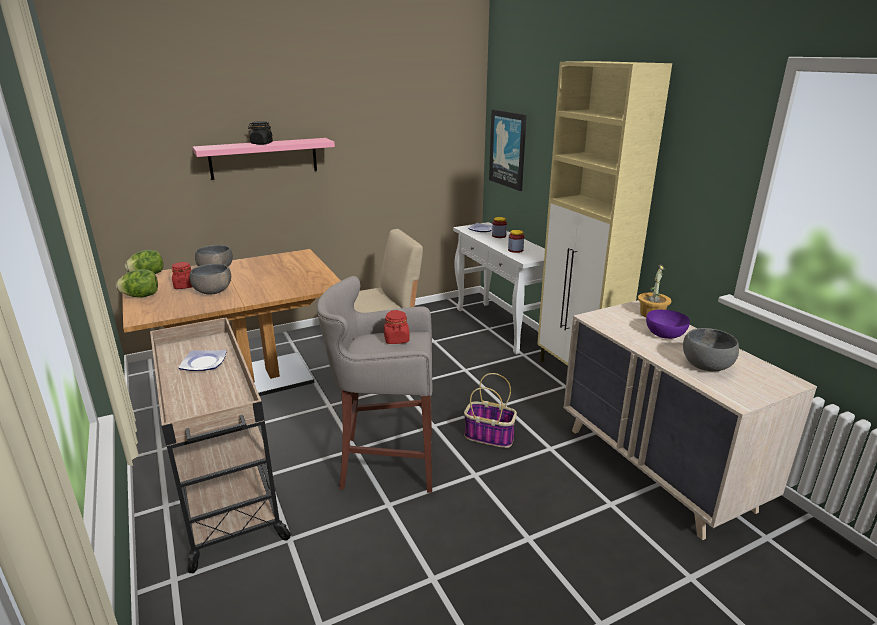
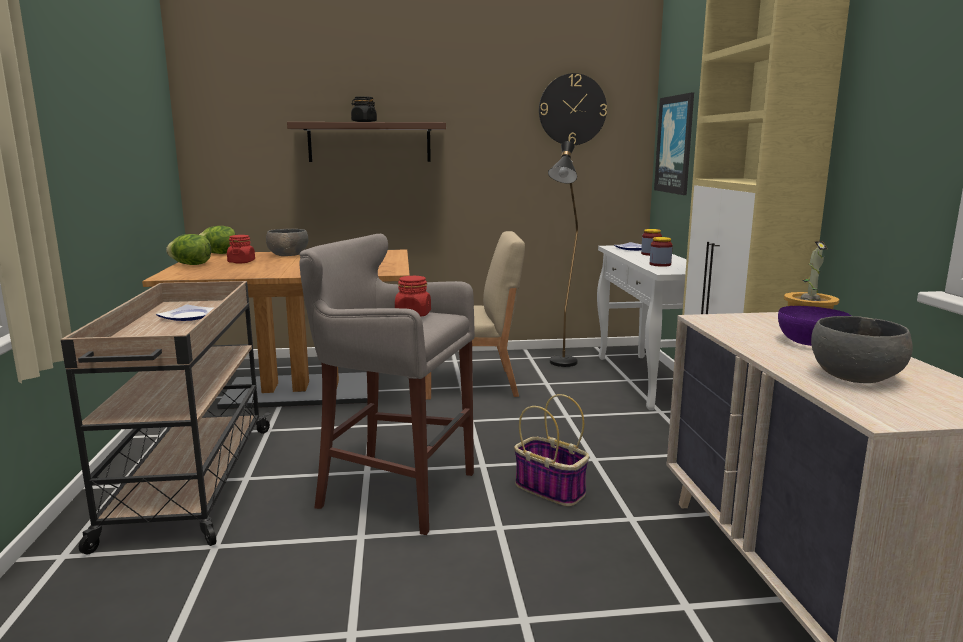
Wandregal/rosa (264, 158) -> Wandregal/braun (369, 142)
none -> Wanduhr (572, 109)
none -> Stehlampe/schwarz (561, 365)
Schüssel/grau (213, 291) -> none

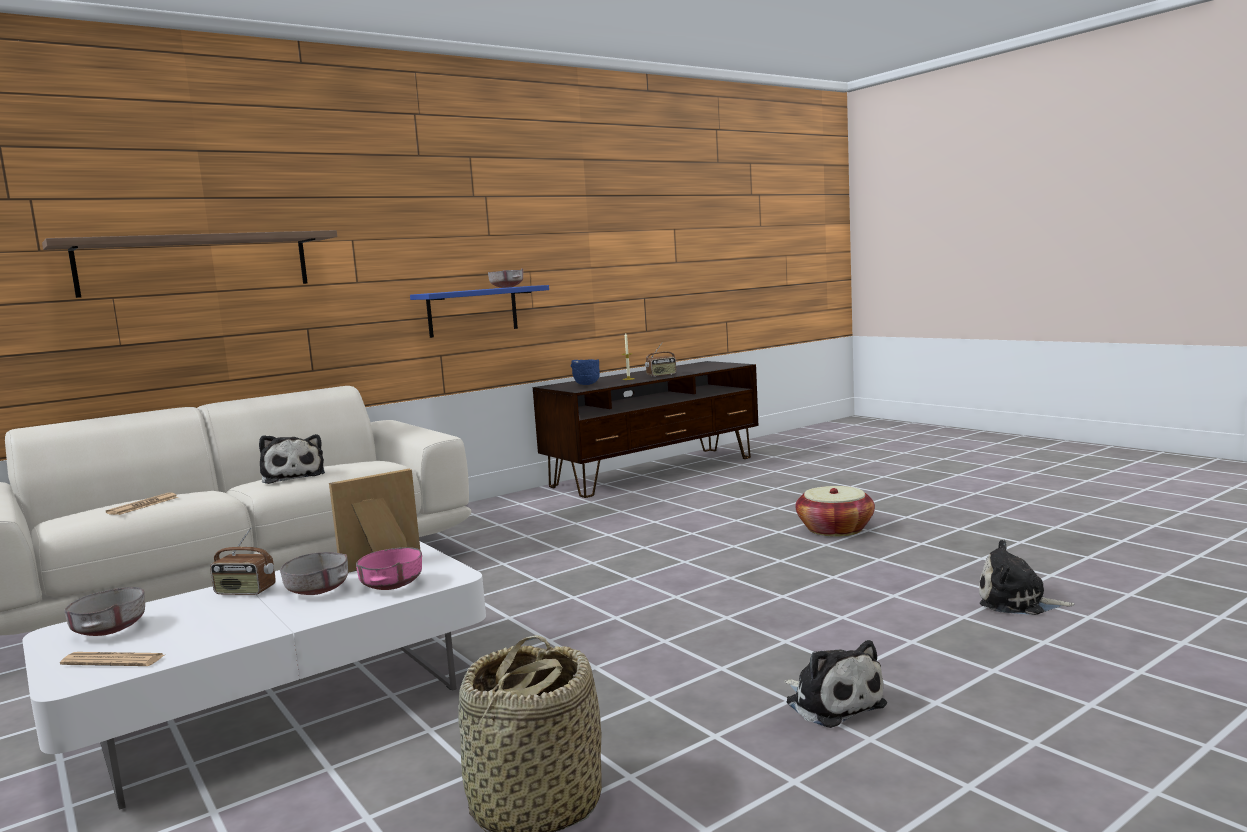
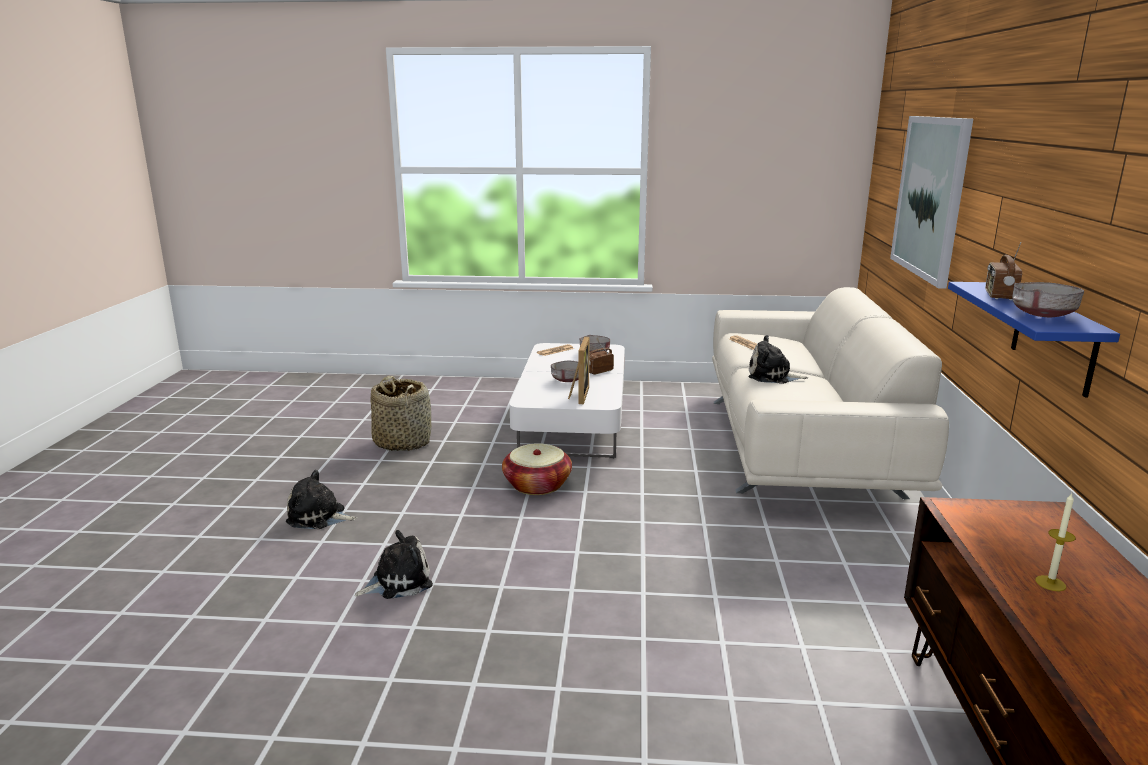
Plüschtier (1017, 602) -> Plüschtier (398, 581), move
Korb (835, 529) -> Korb (537, 485), move
Wandregal (195, 264) -> Bild (930, 197)
Radio (661, 375) -> Radio (999, 296), move
Schüssel/rosa (392, 585) -> none
Schüssel/blau (586, 385) -> none

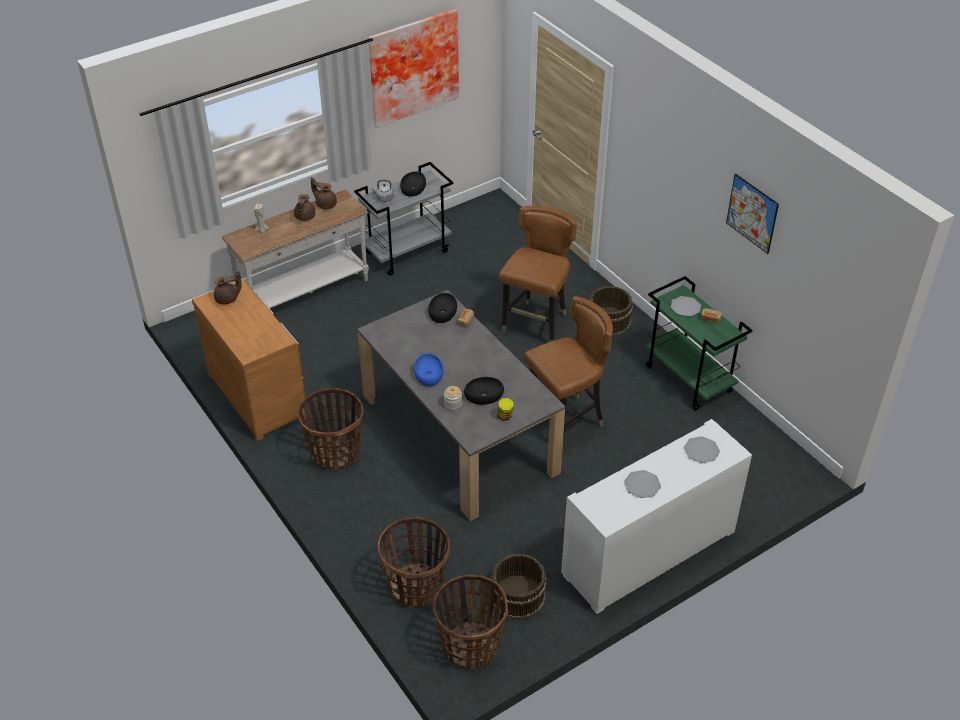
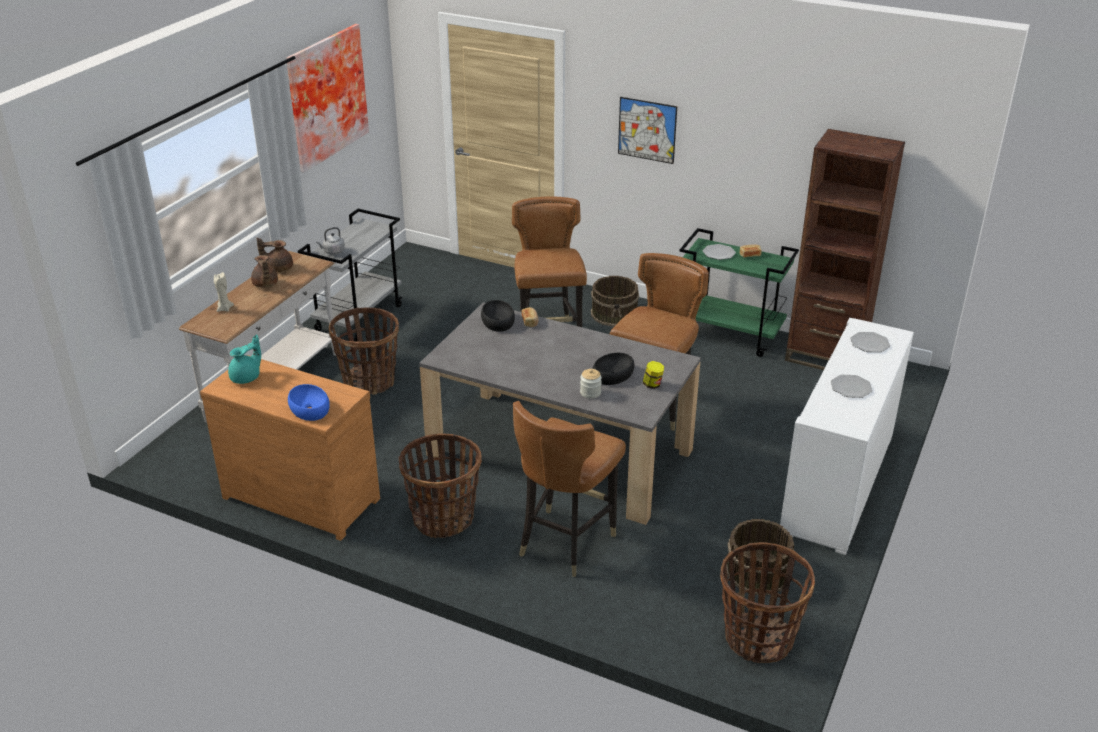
Teekanne/braun (228, 299) -> Teekanne/türkis (247, 377)
Schüssel/blau (428, 374) -> Schüssel/blau (308, 408), move
Korb (416, 587) -> Korb (369, 381), move
none -> Stuhl/braun (565, 542)
Bild (752, 213) -> Bild (647, 130), move
none -> Bücherregal/braun (825, 357)
Schüssel/schwarz (413, 188) -> none

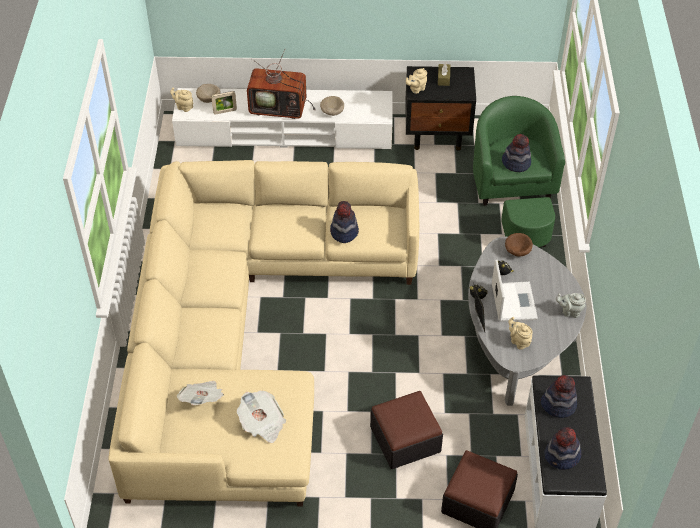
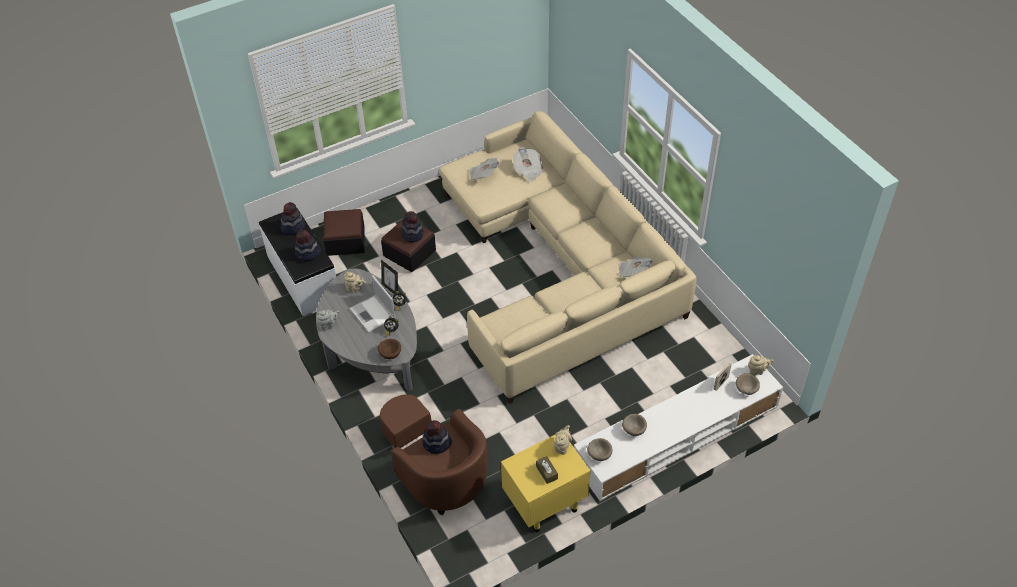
Sessel/grün (514, 196) -> Sessel/braun (437, 471)
Hut (344, 232) -> Hut (412, 234), move
Nachttisch/schwarz (438, 135) -> Nachttisch/gelb (544, 504)
none -> Schüssel/beige (599, 454)
none -> Zeitung (633, 272)
Fernseher (280, 108) -> none

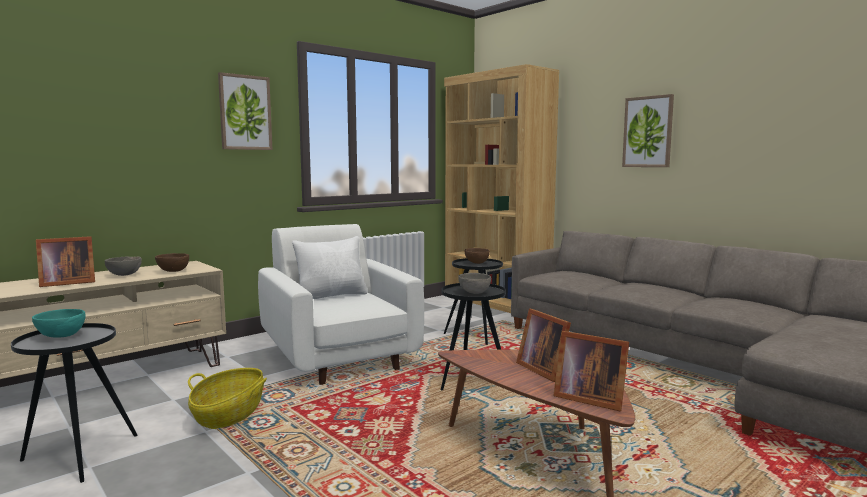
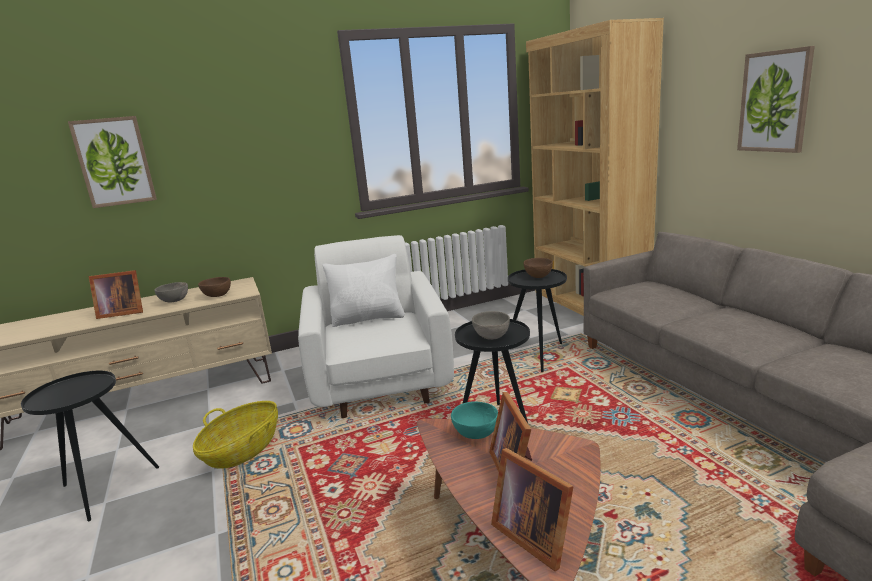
Bild (245, 112) -> Bild (114, 162), move
Schüssel/türkis (61, 336) -> Schüssel/türkis (476, 435), move

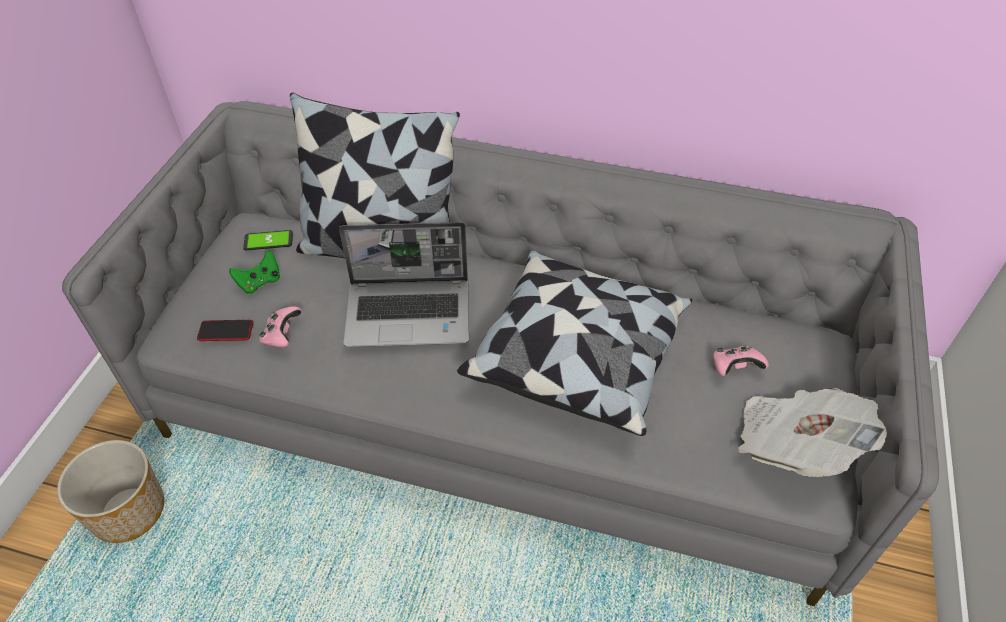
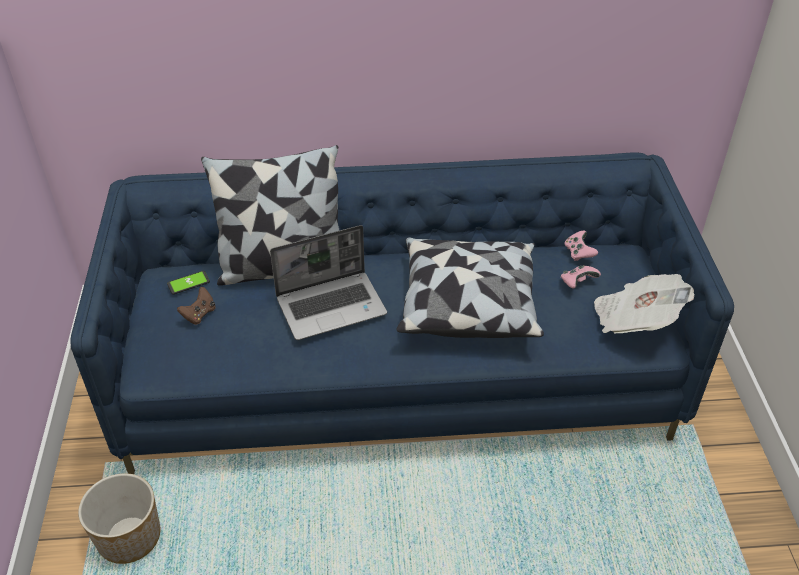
Sofa/grau (503, 409) -> Sofa/blau (399, 375)
Gamepad/grün (259, 282) -> Gamepad/braun (199, 314)
Gamepad/rosa (282, 335) -> Gamepad/rosa (578, 253), move
Handy (225, 331) -> none

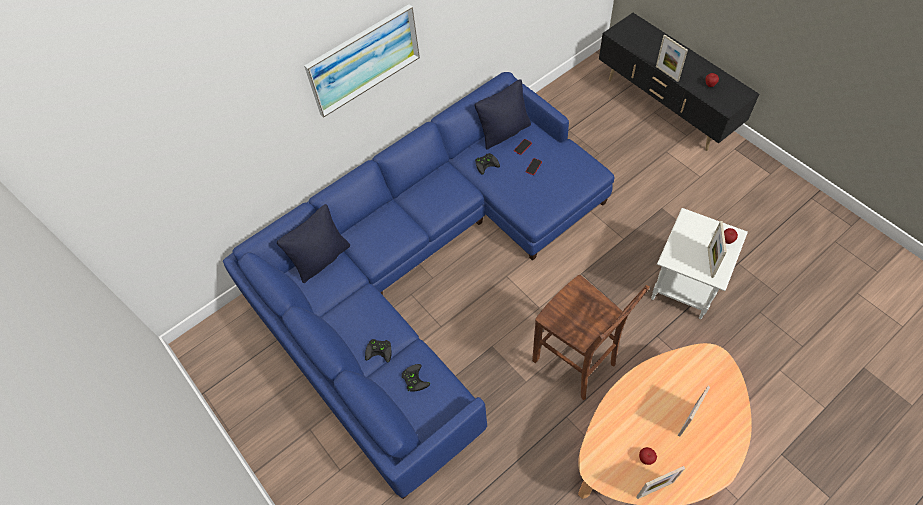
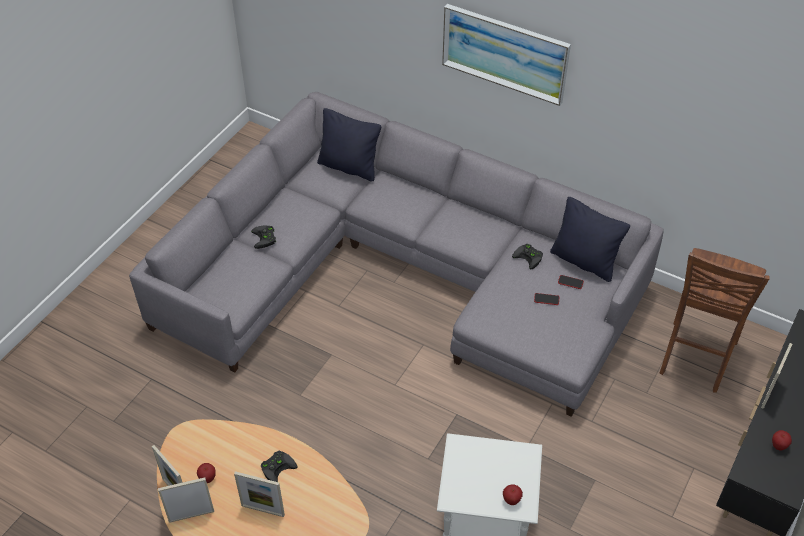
Sofa/blau (426, 269) -> Sofa/grau (402, 273)
Bilderrahmen (710, 262) -> Bilderrahmen (191, 516), move
Gamepad/schwarz (413, 379) -> Gamepad/schwarz (278, 467), move
Hocker/braun (576, 363) -> Hocker/braun (695, 358), move

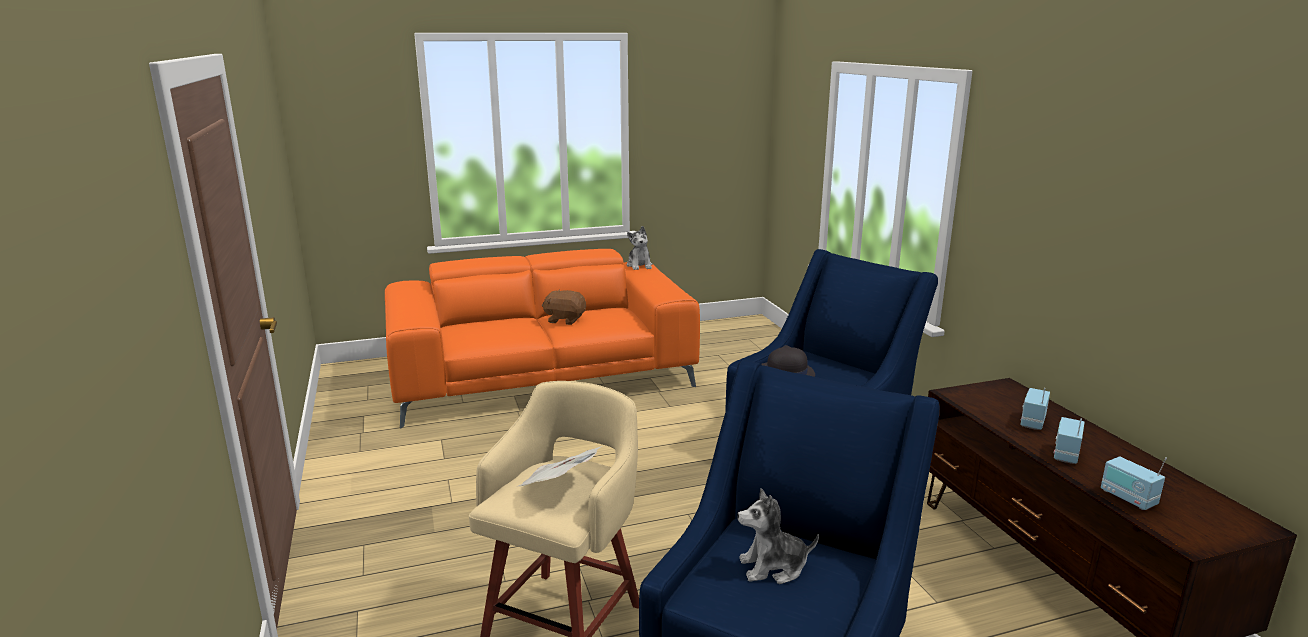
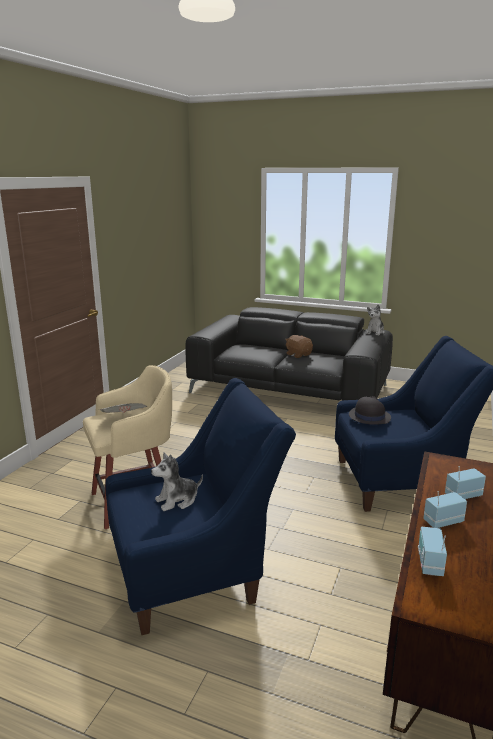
Plüschtier (773, 567) -> Plüschtier (177, 500), 60 degrees counterclockwise
Sofa/orange (542, 376) -> Sofa/schwarz (289, 389)

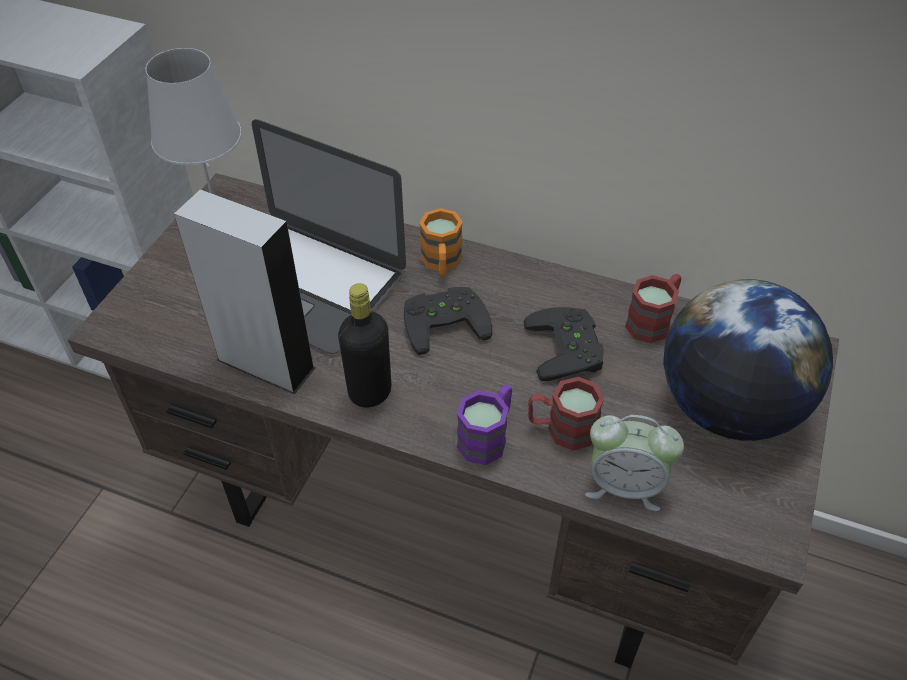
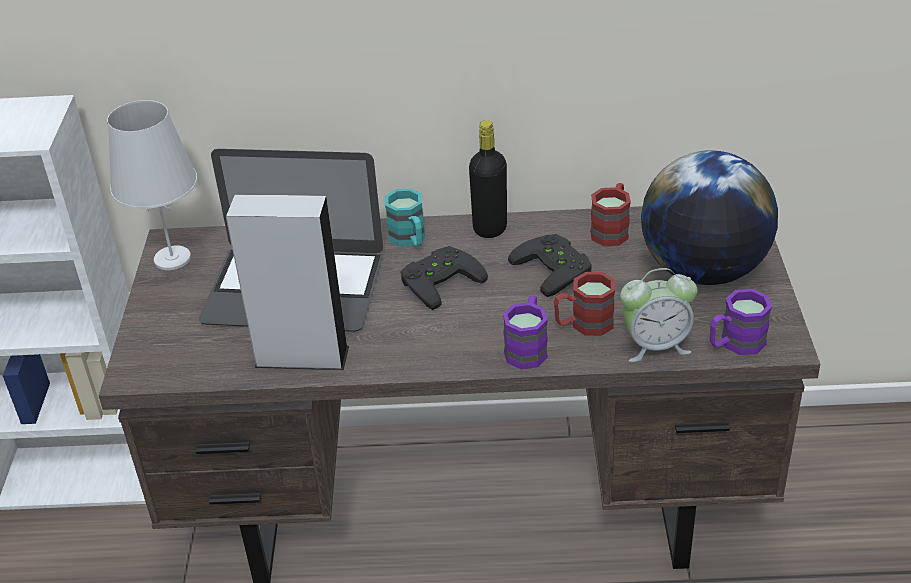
Henkelbecher/orange (441, 264) -> Henkelbecher/türkis (410, 240)
Flasche/schwarz (370, 392) -> Flasche/schwarz (490, 228), move
none -> Henkelbecher/lila (735, 344)

